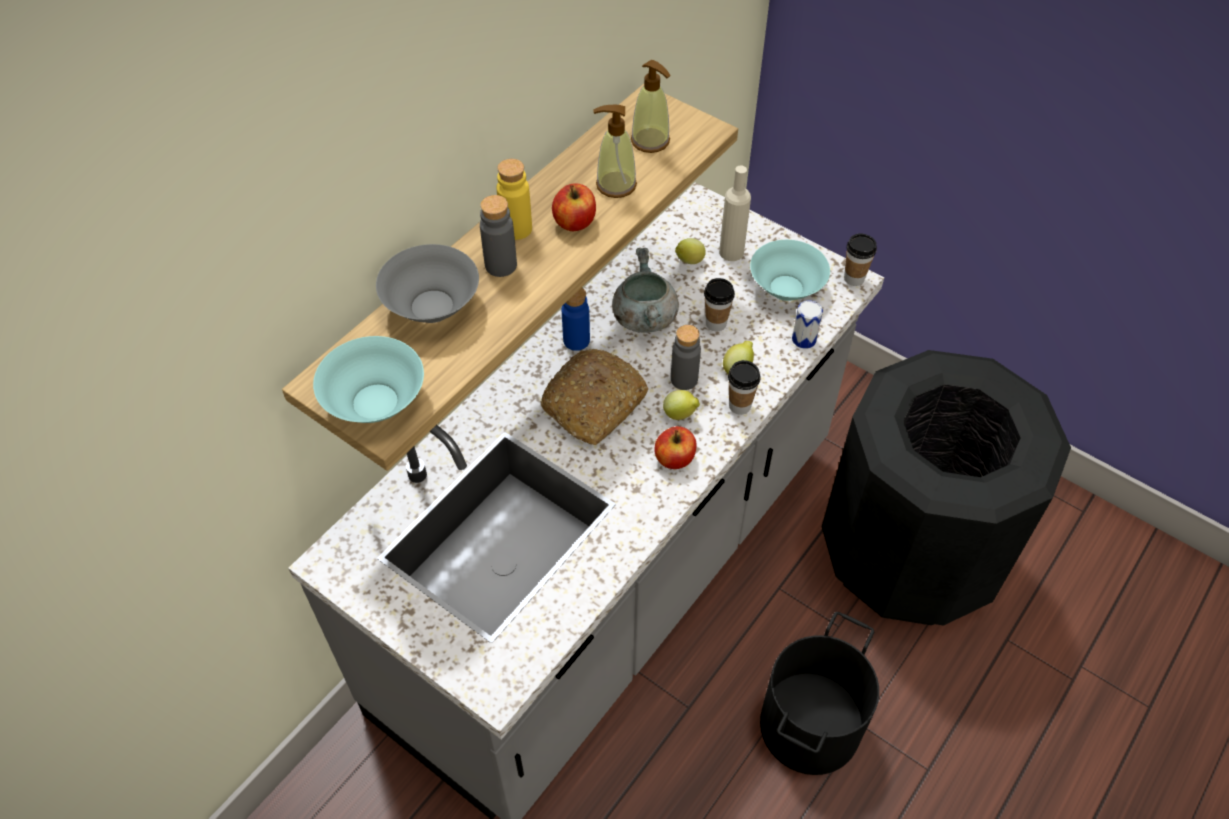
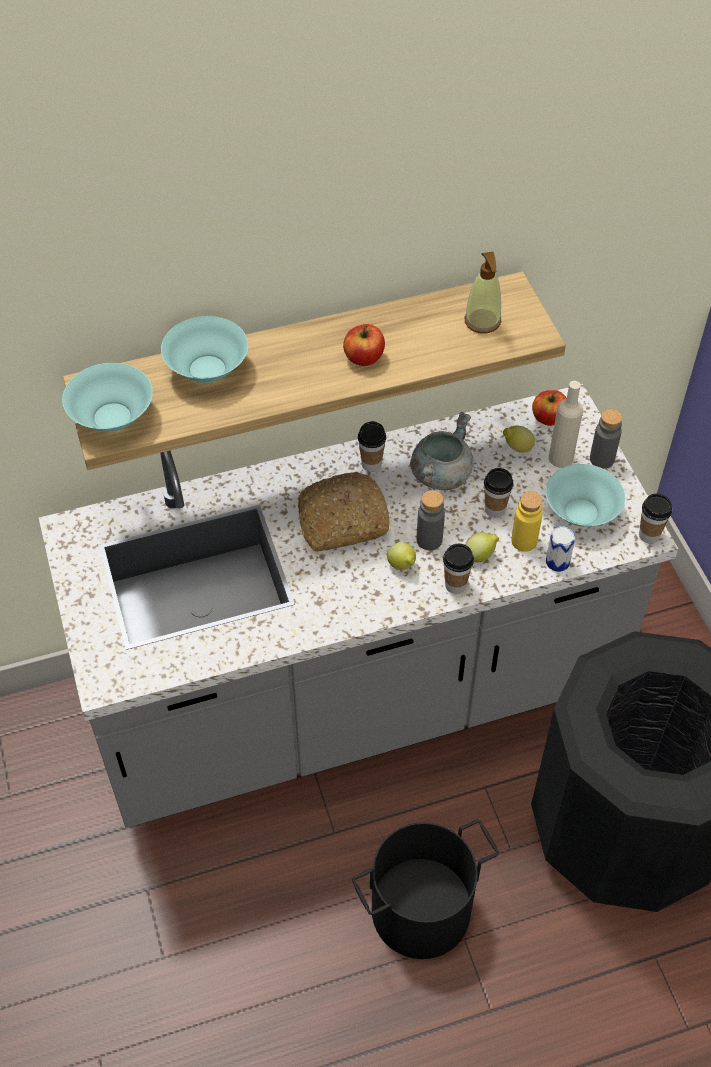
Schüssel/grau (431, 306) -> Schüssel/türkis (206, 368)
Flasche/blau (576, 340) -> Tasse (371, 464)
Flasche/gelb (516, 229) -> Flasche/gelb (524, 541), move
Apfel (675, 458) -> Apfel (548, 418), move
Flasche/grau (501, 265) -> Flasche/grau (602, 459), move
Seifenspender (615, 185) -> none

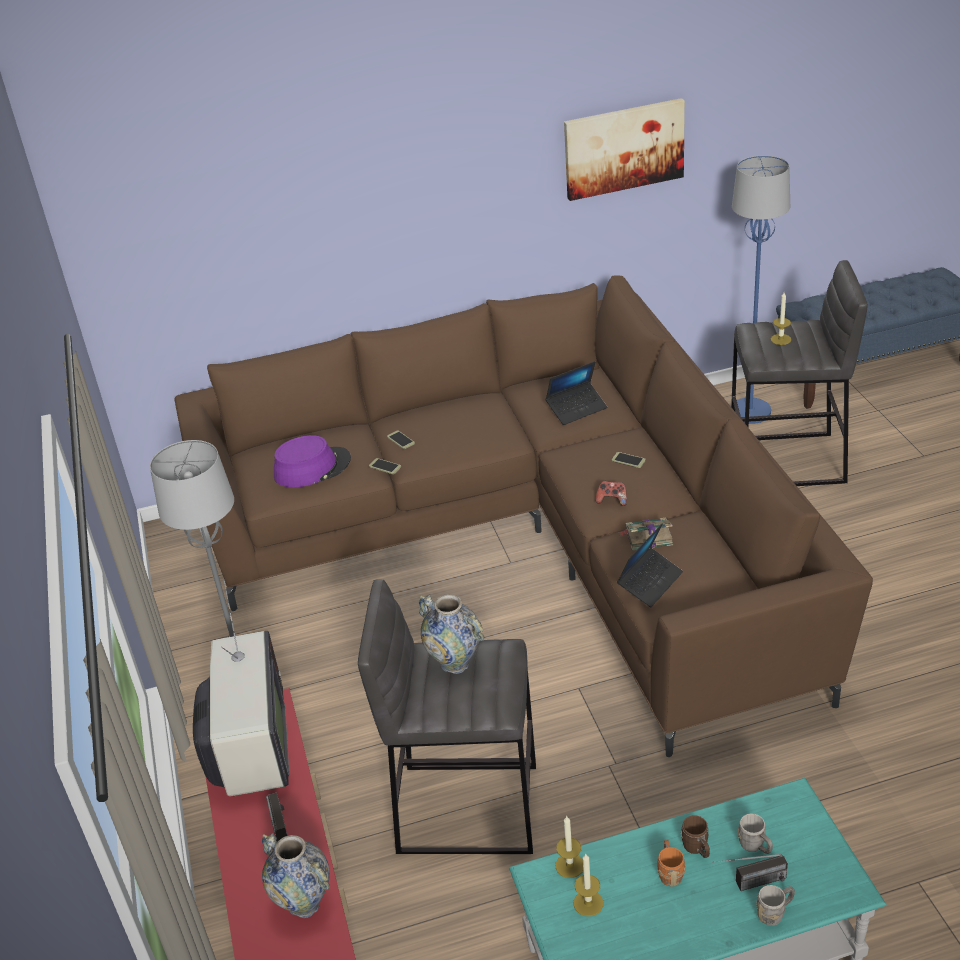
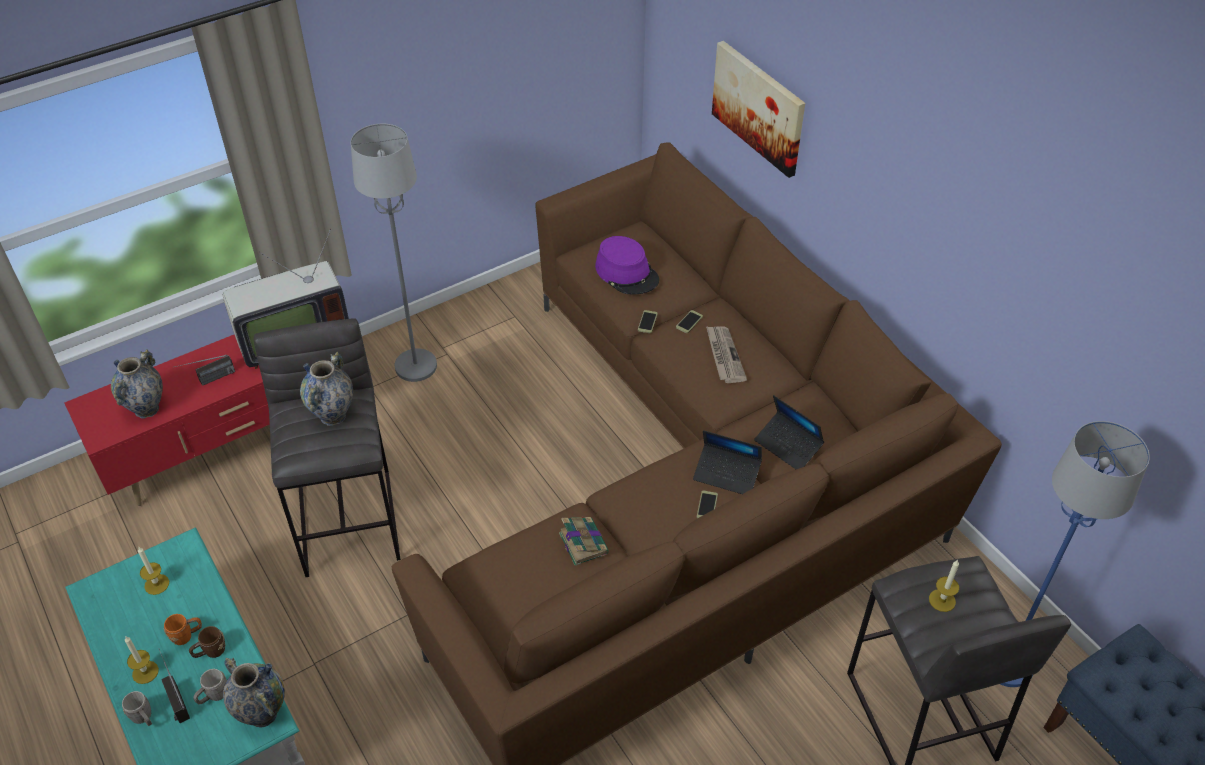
Kerze (570, 865) -> Kerze (145, 672), move
none -> Vase (262, 714)
Laptop (650, 582) -> Laptop (727, 474), move
none -> Zeitung (724, 355)
Bild (623, 148) -> Bild (759, 107), move
Gamepad (612, 500) -> none

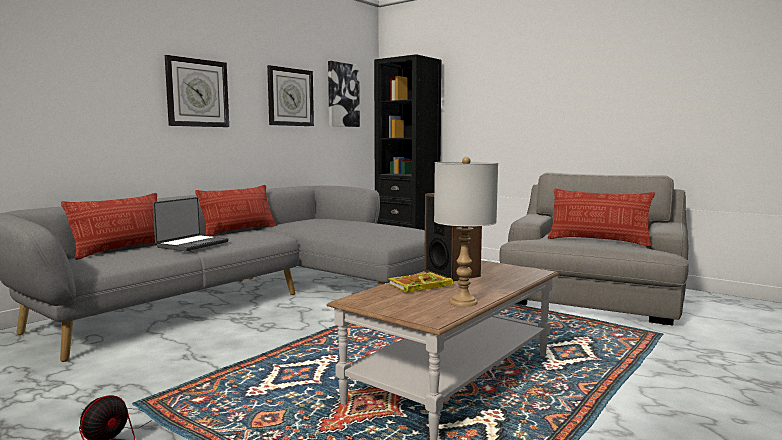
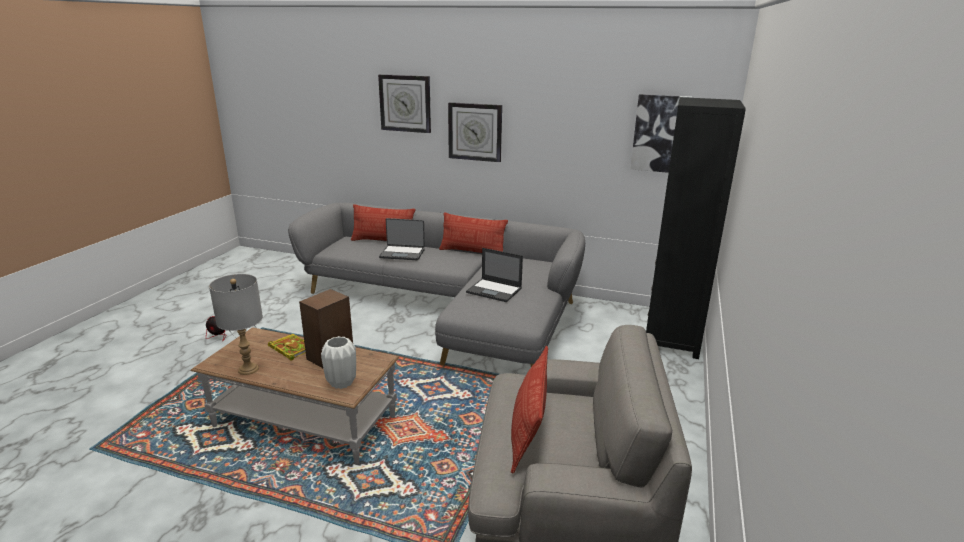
none -> Vase/weiß (341, 383)
Wanduhr (290, 97) -> Wanduhr (405, 103), move
none -> Laptop (494, 290)

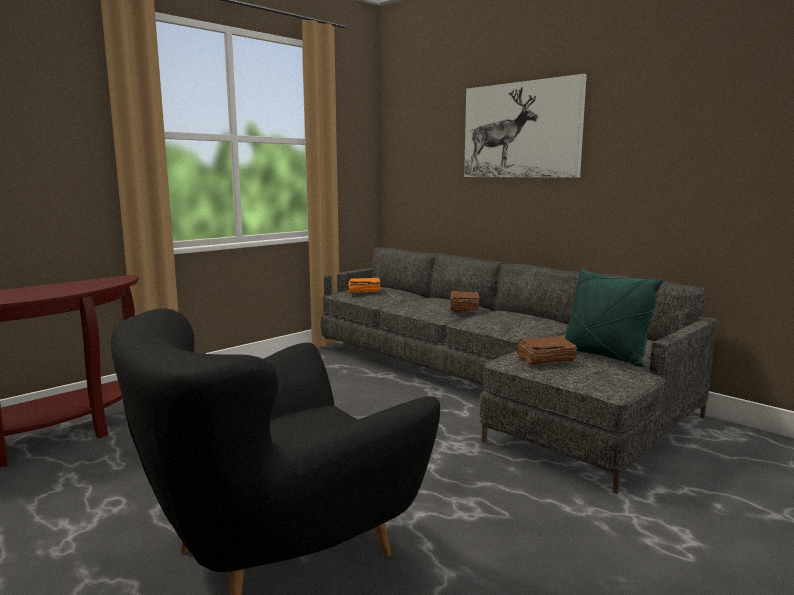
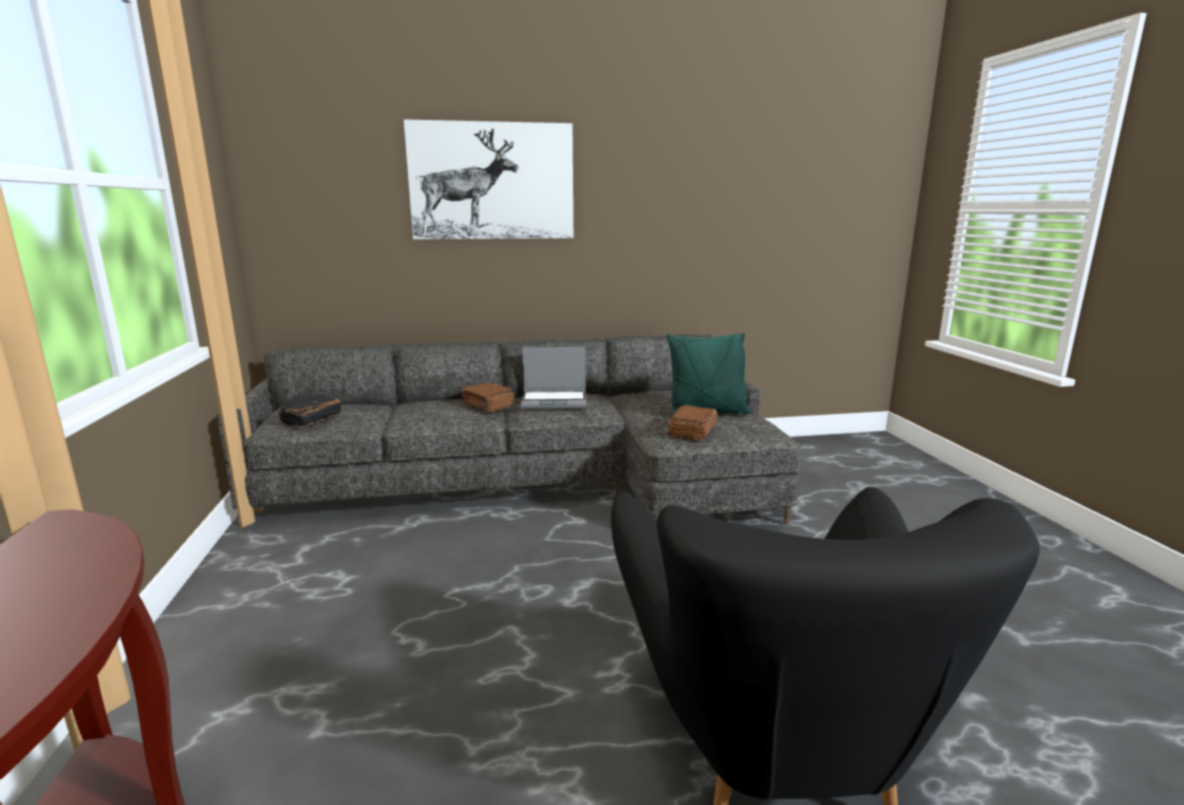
Buch/orange (363, 292) -> Buch/schwarz (310, 420)
none -> Laptop (555, 401)

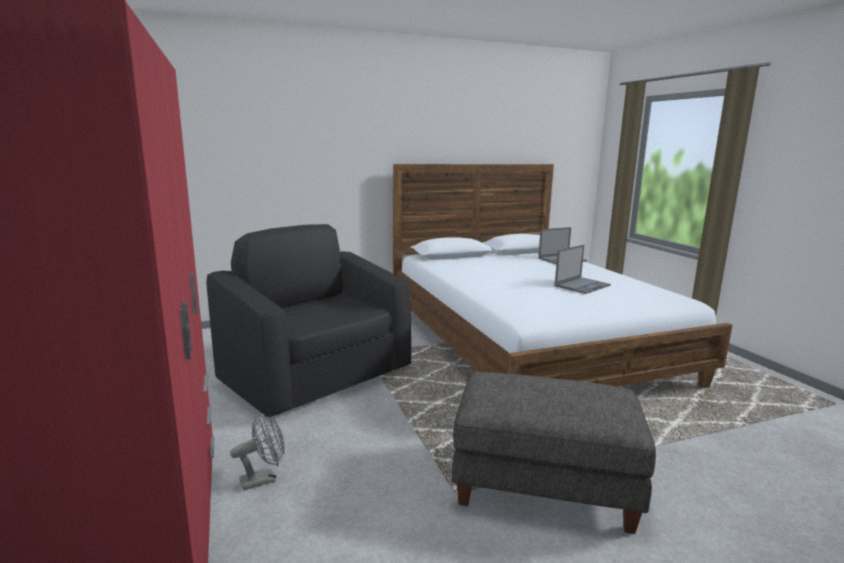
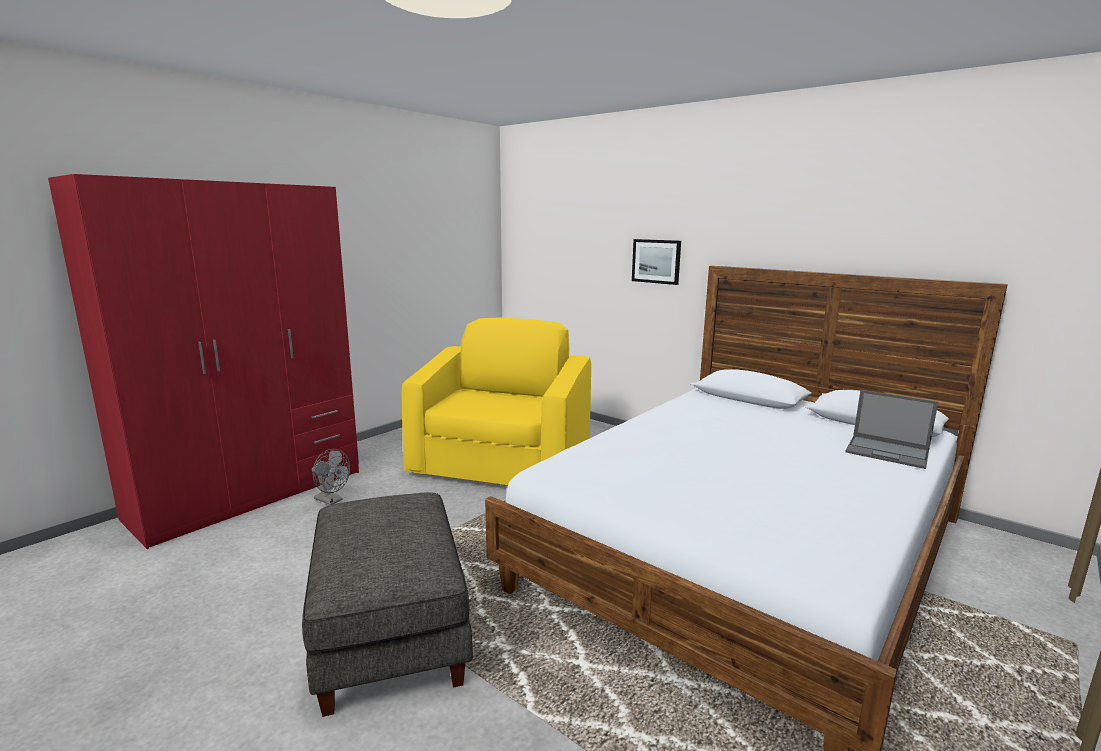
Sessel/schwarz (317, 375) -> Sessel/gelb (501, 465)
none -> Bild (656, 261)
Laptop (582, 285) -> none

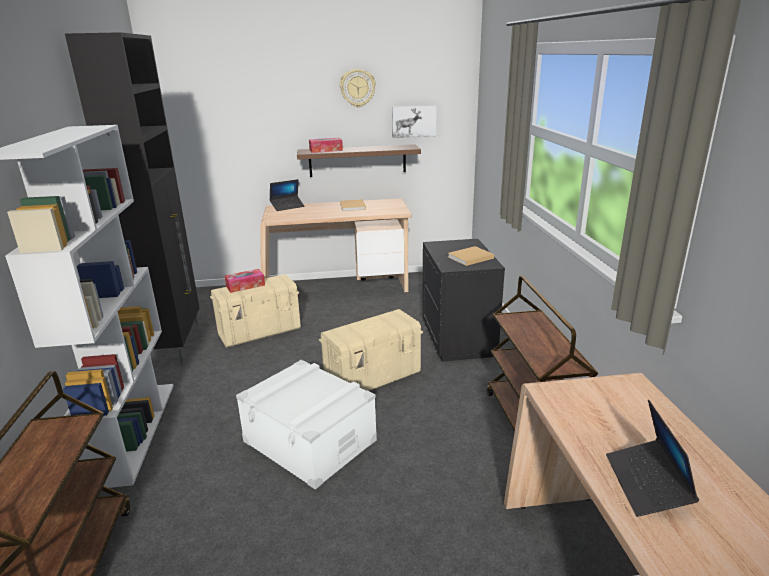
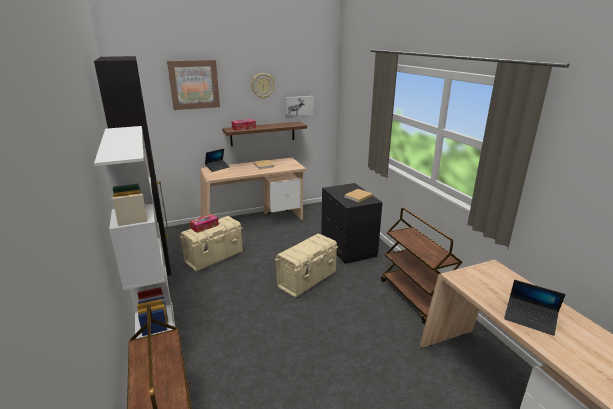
none -> Bild (194, 84)
Laptop (647, 484) -> Laptop (530, 319), 45 degrees counterclockwise
Aufbewahrungsbox/weiß (310, 440) -> none

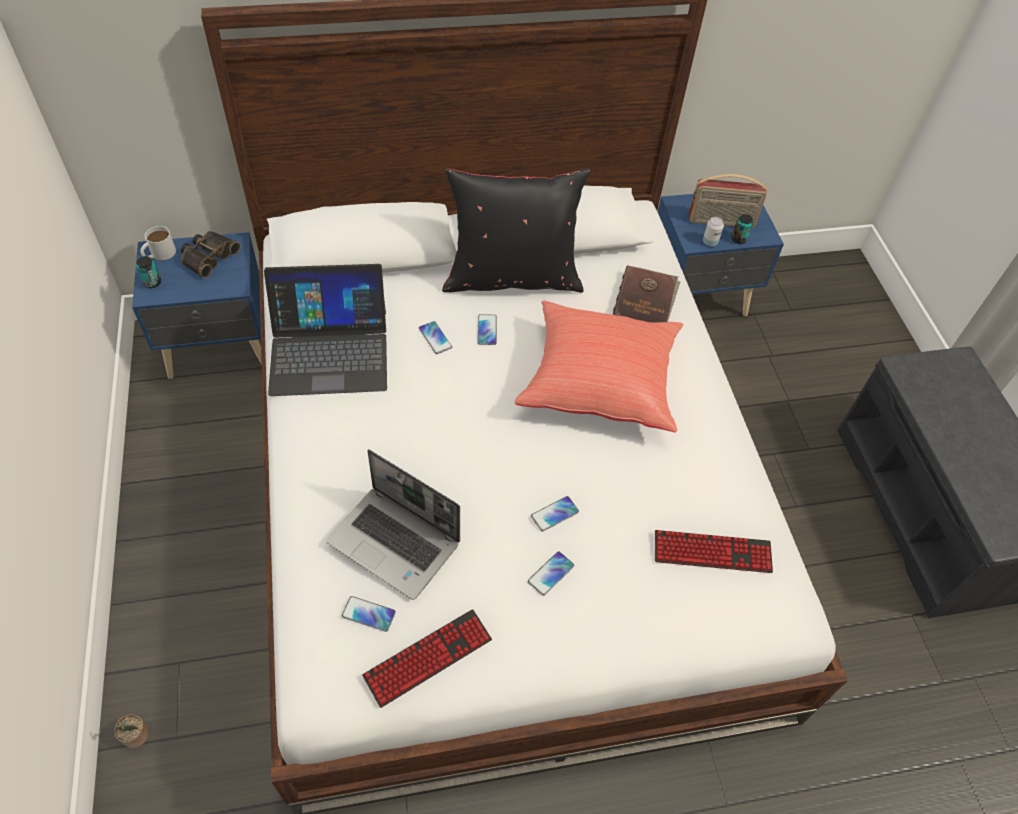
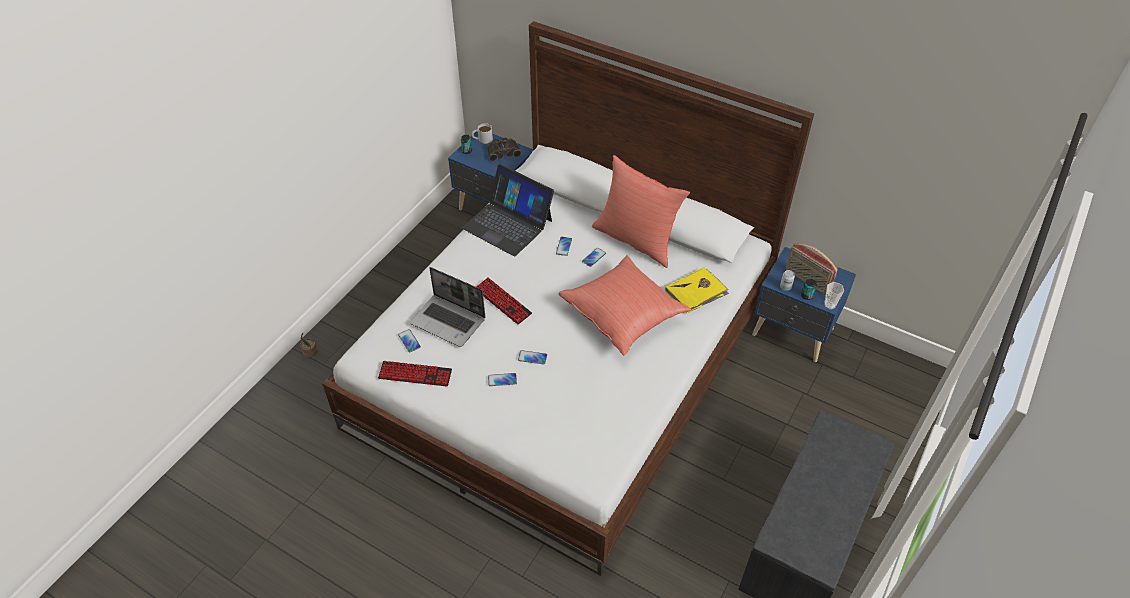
Laptop (396, 543) -> Laptop (449, 321), 45 degrees counterclockwise
Tastatur (712, 552) -> Tastatur (502, 301), move
Kissen/schwarz (512, 277) -> Kissen/rot (636, 239)
Buch/braun (645, 301) -> Buch/gelb (696, 292)
none -> Tasse (829, 305)

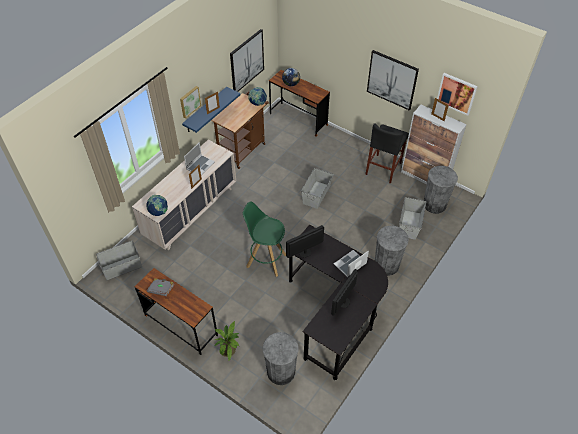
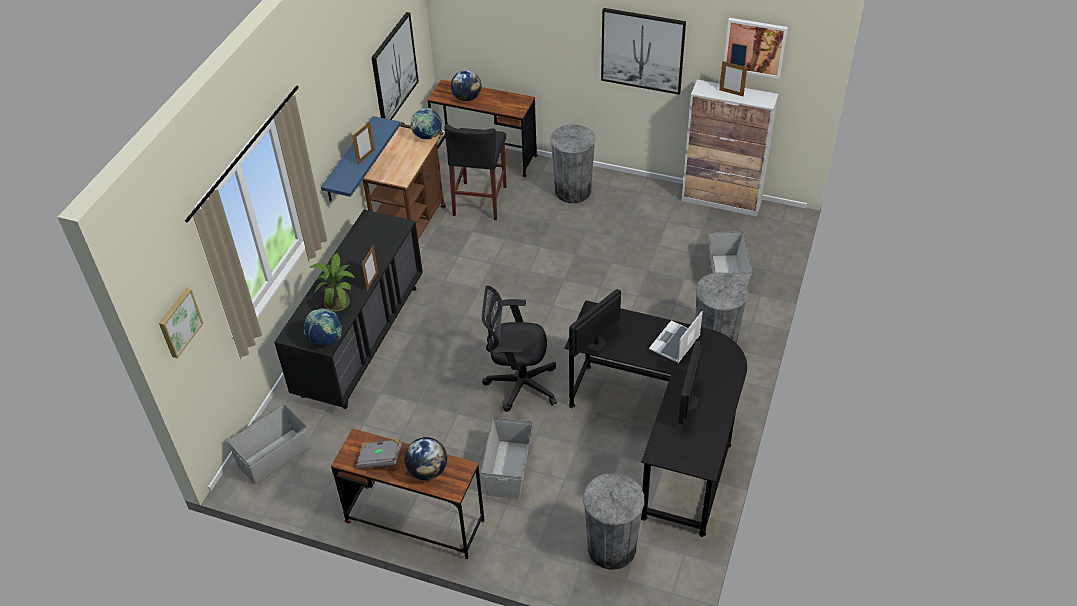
Bild (189, 101) -> Bild (179, 322), move
Kommode/beige (191, 212) -> Kommode/schwarz (361, 340)
Topfpflanze (229, 348) -> Topfpflanze (339, 301), move
none -> Globus (428, 470)
Hocker/schwarz (383, 168) -> Hocker/schwarz (480, 200), move
Aufbewahrungsbox/grau (316, 194) -> Aufbewahrungsbox/grau (508, 469), move
Hocker/grün (266, 260) -> Bürostuhl/schwarz (518, 384)
Mülleimer/grau (434, 204) -> Mülleimer/grau (573, 191), move
Laptop (200, 165) -> none

